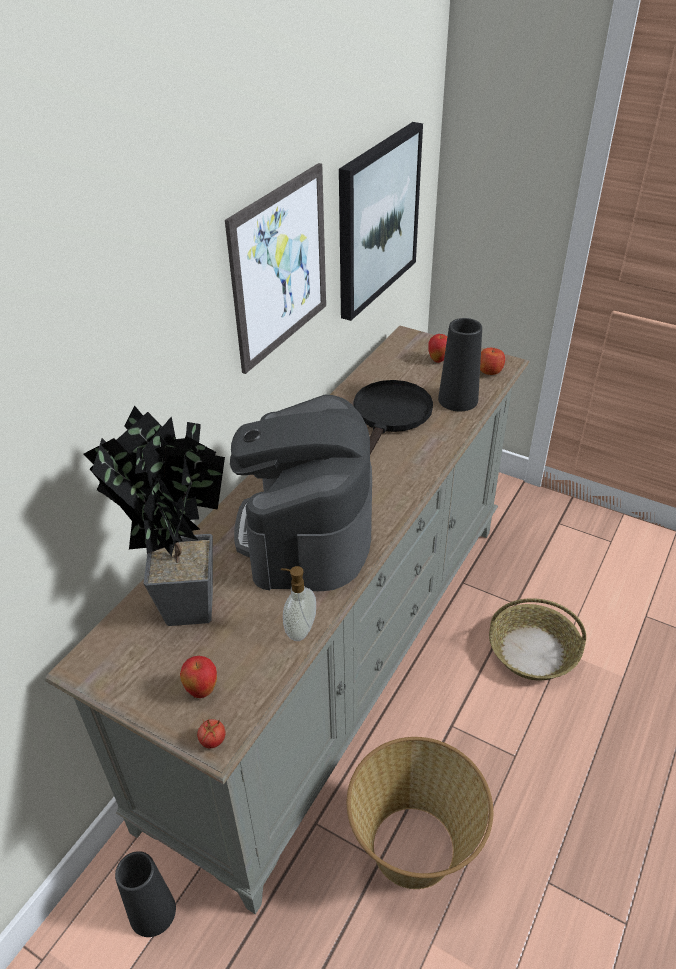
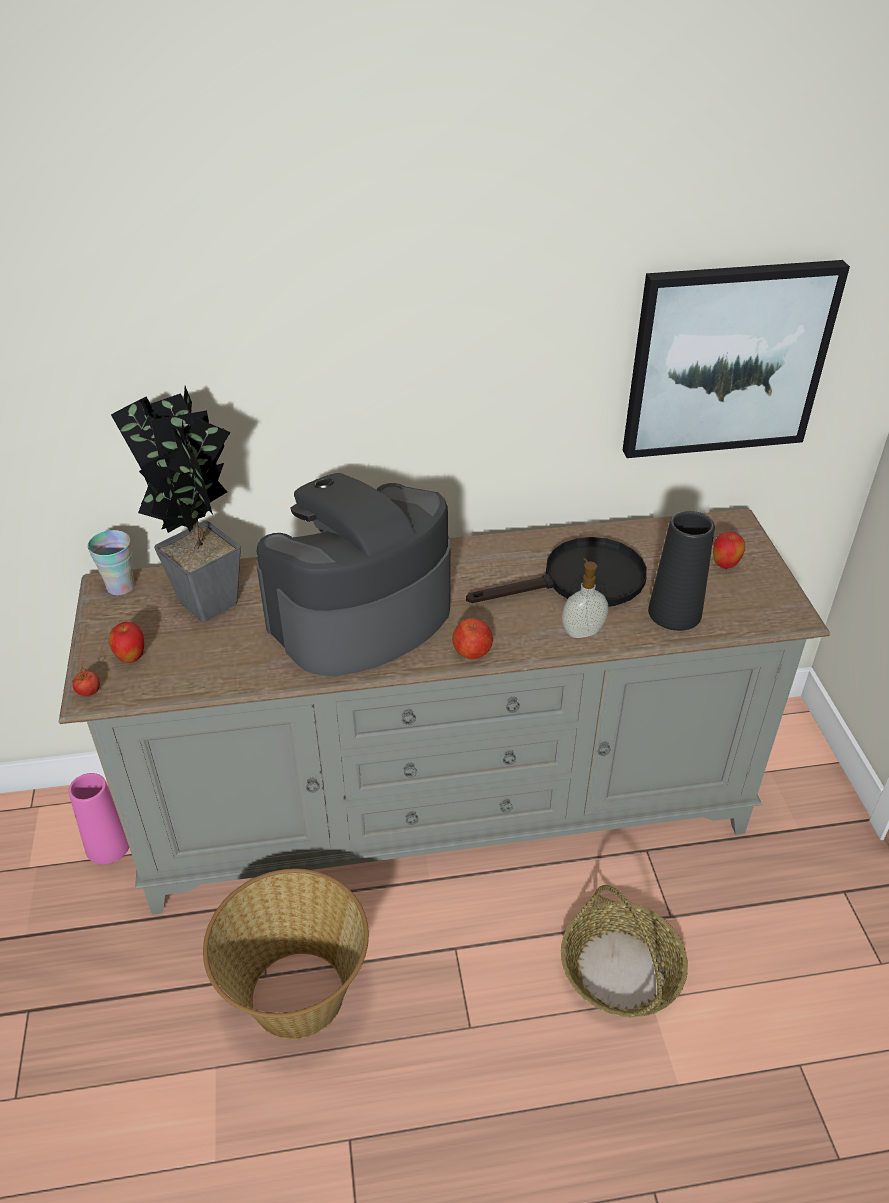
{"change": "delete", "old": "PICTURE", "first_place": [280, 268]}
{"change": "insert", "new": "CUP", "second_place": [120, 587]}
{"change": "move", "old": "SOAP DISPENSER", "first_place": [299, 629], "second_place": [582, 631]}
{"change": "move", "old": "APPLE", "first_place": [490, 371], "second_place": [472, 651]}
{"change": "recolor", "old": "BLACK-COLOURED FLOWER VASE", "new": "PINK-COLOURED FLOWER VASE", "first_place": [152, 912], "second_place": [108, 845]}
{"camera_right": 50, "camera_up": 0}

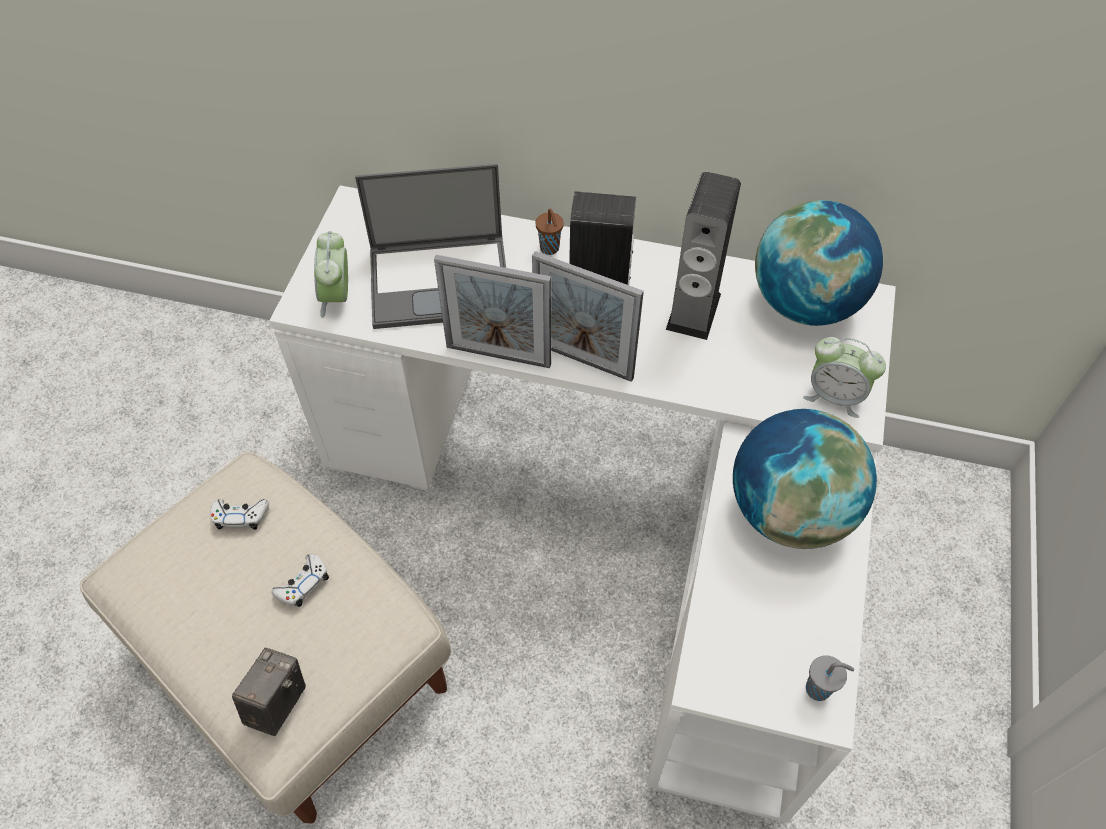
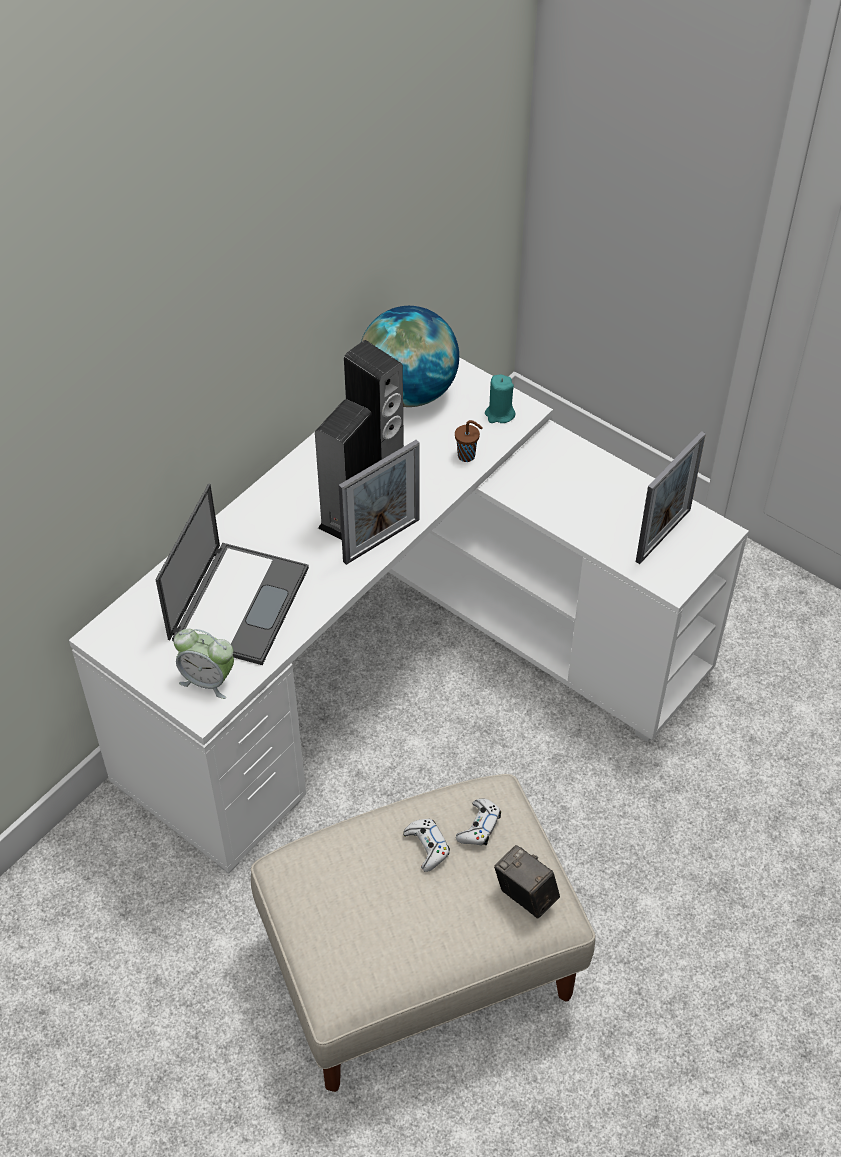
{"change": "delete", "old": "DESK GLOBE", "first_place": [790, 511]}
{"change": "delete", "old": "GREY CUP", "first_place": [819, 689]}
{"change": "move", "old": "WHITE GAME CONTROLLER", "first_place": [240, 516], "second_place": [479, 826]}
{"change": "move", "old": "STANDING FRAME", "first_place": [498, 355], "second_place": [663, 535]}
{"change": "move", "old": "BROWNISH CUP", "first_place": [550, 249], "second_place": [467, 456]}
{"change": "replace", "old": "TABLE CLOCK", "new": "TURQUOISE-COLOURED WAX CANDLE", "first_place": [835, 396], "second_place": [499, 414]}
{"camera_right": -65, "camera_up": -5}

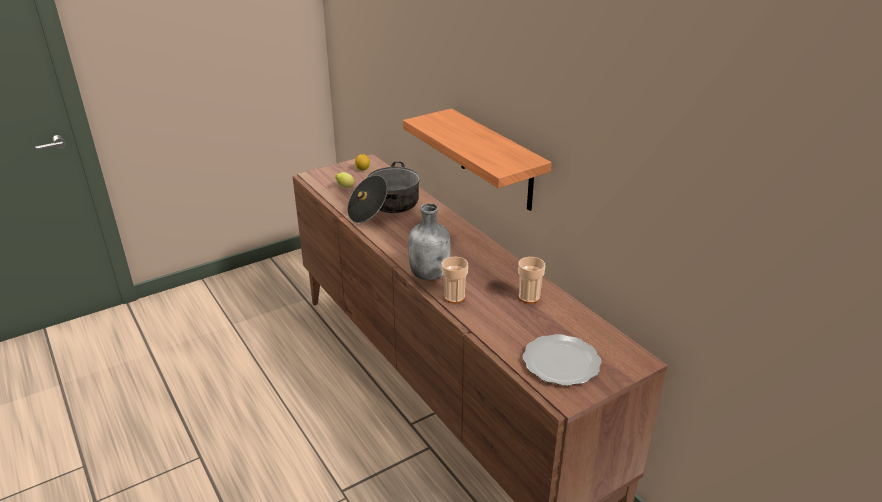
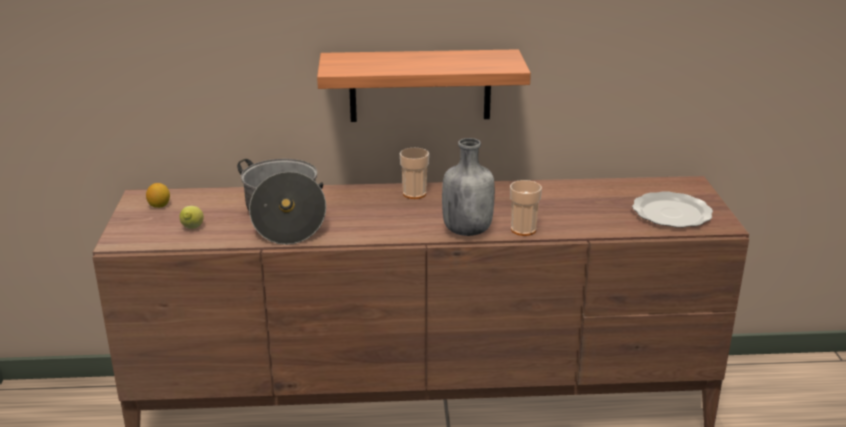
{"change": "move", "old": "CUP", "first_place": [529, 297], "second_place": [414, 194]}
{"camera_right": -60, "camera_up": -5}

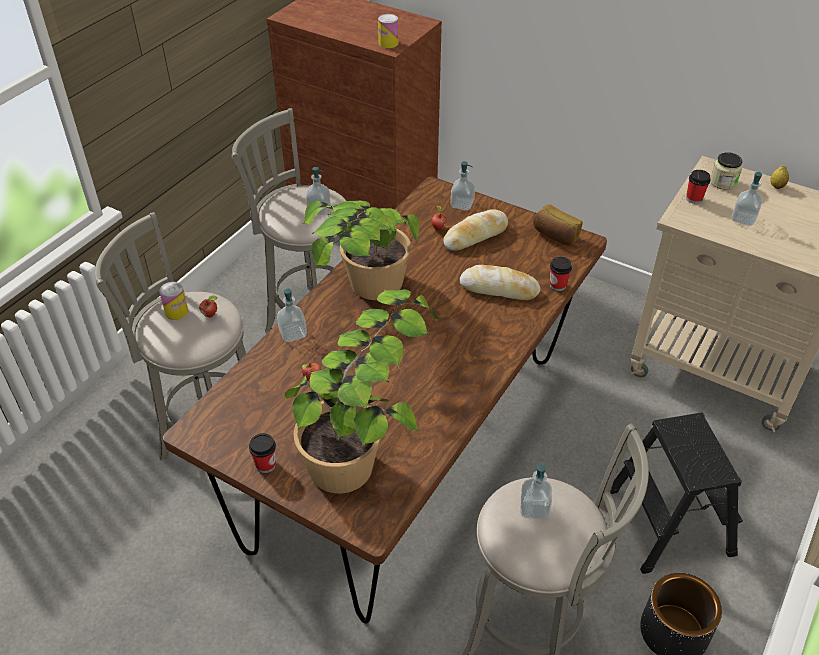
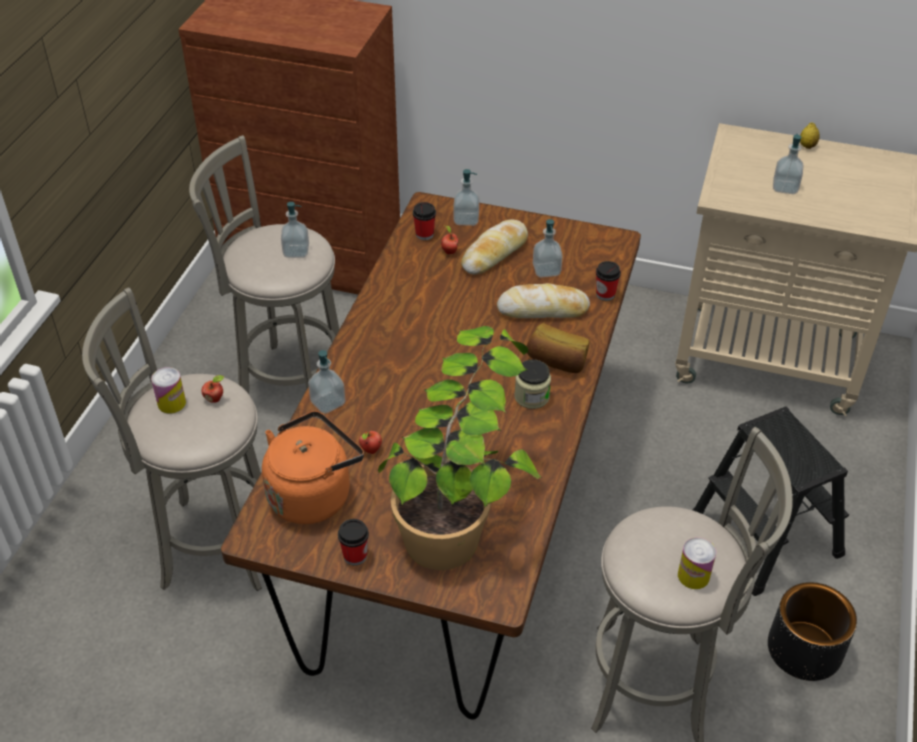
{"change": "delete", "old": "POTTED PLANT", "first_place": [363, 300]}
{"change": "insert", "new": "ORANGE-COLOURED TEA KETTLE", "second_place": [313, 494]}
{"change": "move", "old": "CAN", "first_place": [388, 43], "second_place": [693, 576]}
{"change": "move", "old": "SOAP DISPENSER", "first_place": [534, 508], "second_place": [546, 270]}
{"change": "move", "old": "BREAD", "first_place": [555, 236], "second_place": [557, 362]}
{"change": "move", "old": "CUP", "first_place": [694, 199], "second_place": [424, 234]}
{"change": "move", "old": "STORAGE JAR", "first_place": [723, 182], "second_place": [531, 397]}
{"camera_right": -15, "camera_up": 0}

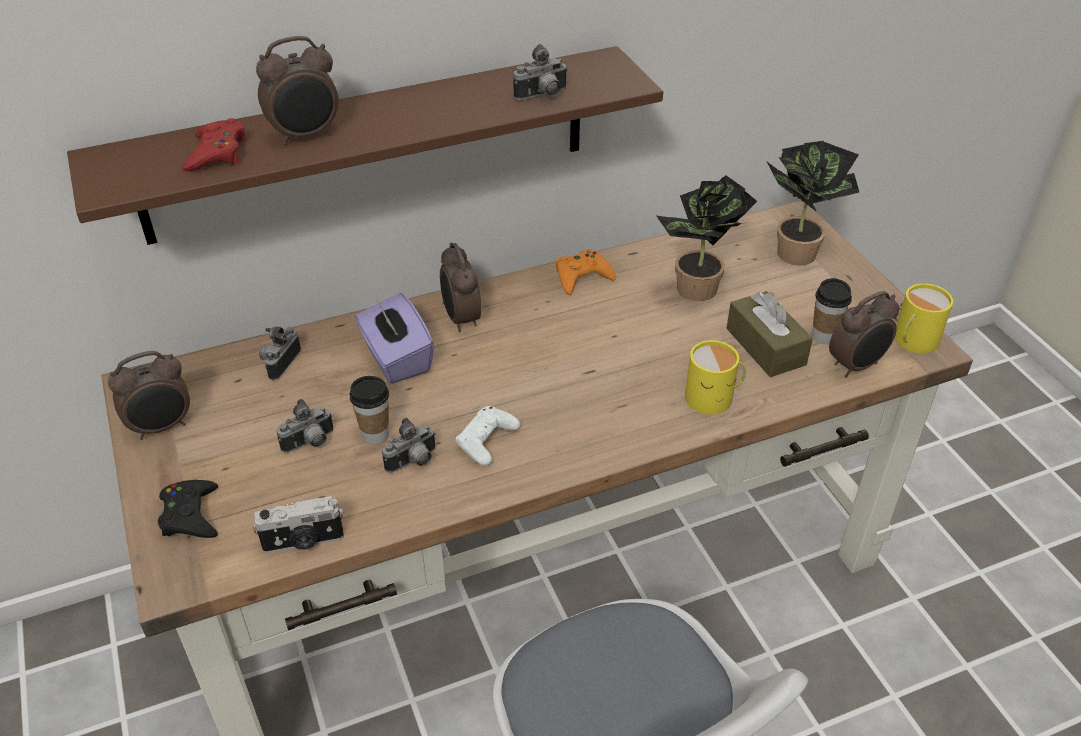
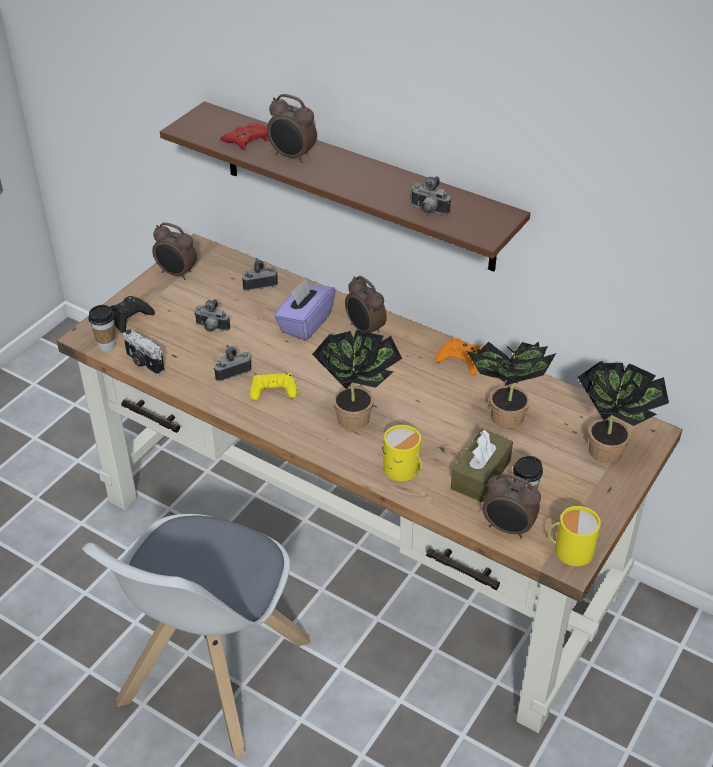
{"change": "insert", "new": "POTTED PLANT", "second_place": [357, 415]}
{"change": "move", "old": "CUP", "first_place": [375, 435], "second_place": [106, 345]}
{"change": "recolor", "old": "WHITE GAME CONTROLLER", "new": "YELLOWISH GAME CONTROLLER", "first_place": [487, 441], "second_place": [273, 391]}
{"change": "rotate", "old": "STILL CAMERA", "first_place": [413, 462], "second_place": [232, 372], "degrees": 135}
{"change": "rotate", "old": "TABLE CLOCK", "first_place": [461, 319], "second_place": [364, 330], "degrees": -75}
{"camera_right": 55, "camera_up": 0}

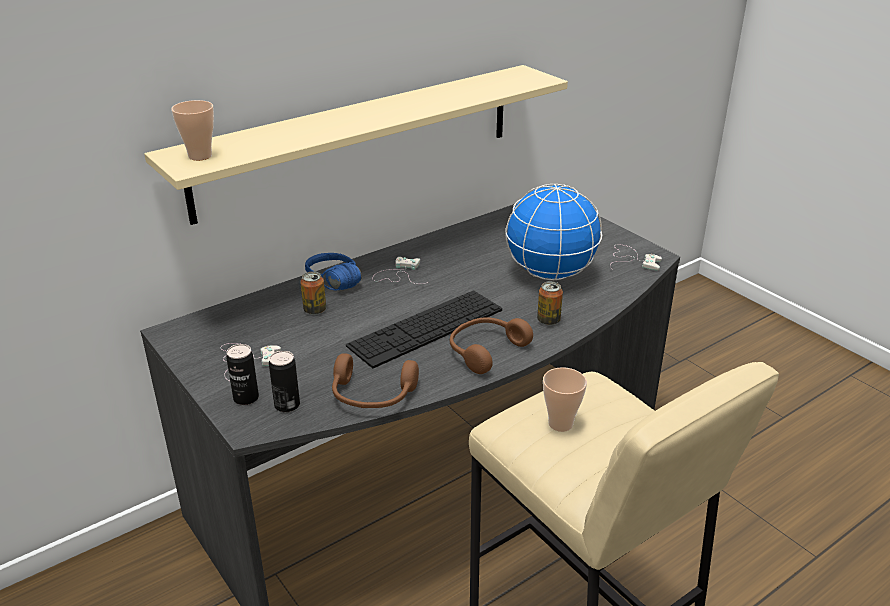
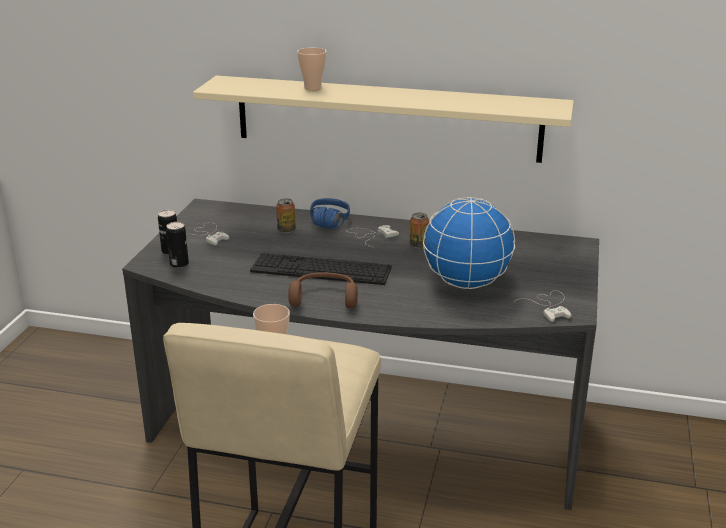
{"change": "delete", "old": "BROWNISH HEADSET", "first_place": [372, 396]}
{"change": "move", "old": "CUP", "first_place": [200, 156], "second_place": [312, 88]}
{"change": "move", "old": "CAN", "first_place": [548, 320], "second_place": [418, 245]}
{"camera_right": 50, "camera_up": -5}

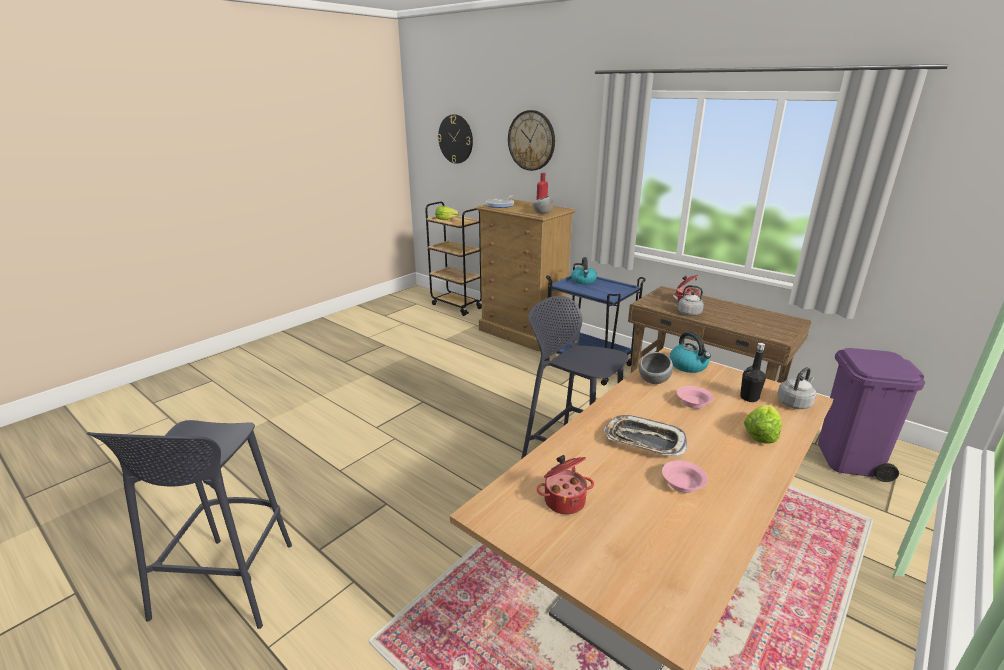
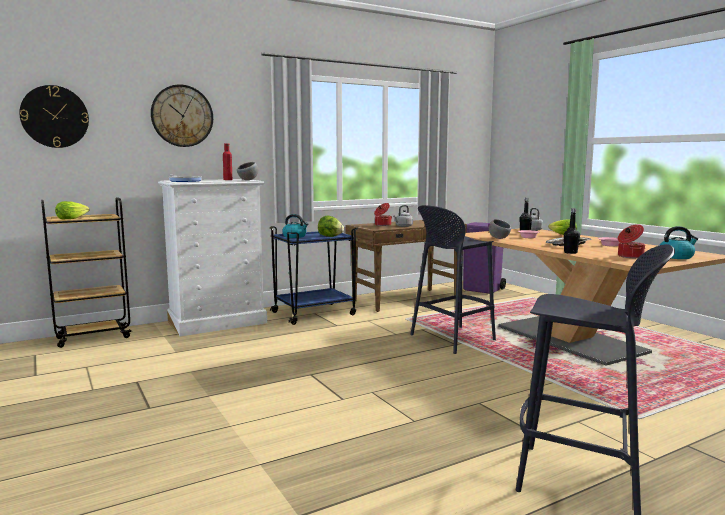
{"change": "insert", "new": "LETTUCE HEAD", "second_place": [330, 236]}
{"change": "insert", "new": "BLACK-COLOURED DRINK BOTTLE", "second_place": [570, 252]}
{"change": "move", "old": "TEA KETTLE", "first_place": [689, 366], "second_place": [676, 257]}
{"change": "recolor", "old": "BROWNISH DRESSER", "new": "WHITE DRESSER", "first_place": [523, 332], "second_place": [218, 322]}
{"camera_right": -70, "camera_up": -15}

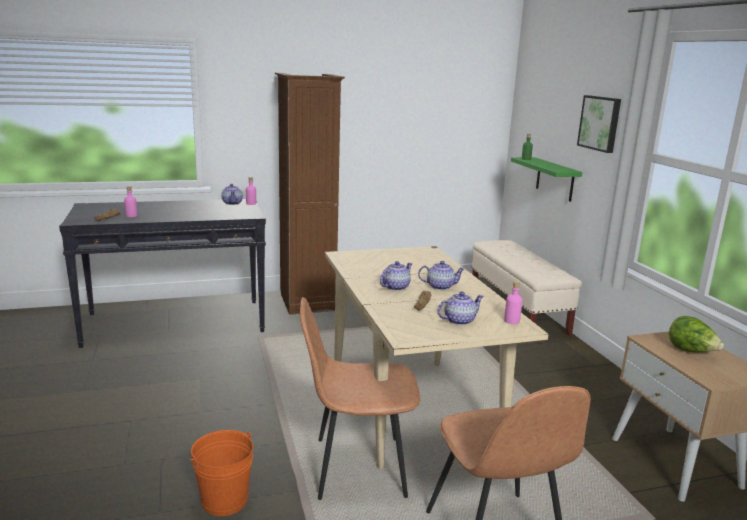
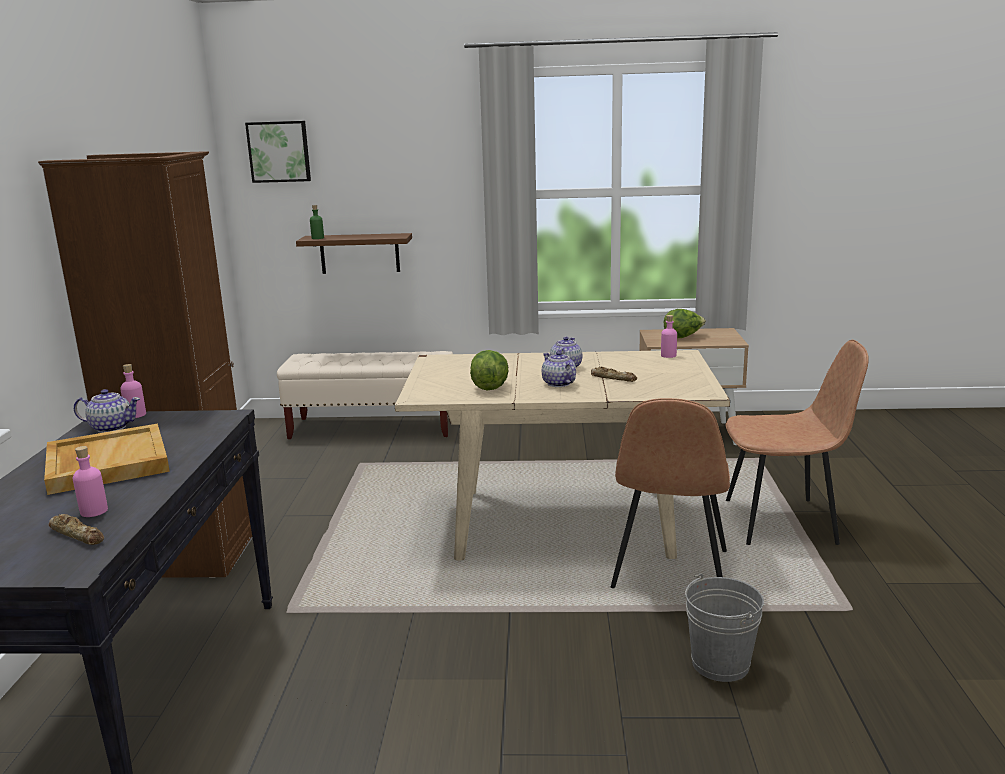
{"change": "delete", "old": "POT FOR TEA", "first_place": [458, 320]}
{"change": "insert", "new": "BEIGE CARRYING TRAY", "second_place": [106, 463]}
{"change": "insert", "new": "LETTUCE HEAD", "second_place": [490, 386]}
{"change": "move", "old": "PICTURE", "first_place": [600, 123], "second_place": [279, 151]}
{"change": "recolor", "old": "ORANGE-COLOURED PAIL", "new": "GREY PAIL", "first_place": [225, 500], "second_place": [720, 664]}
{"change": "recolor", "old": "GREEN-COLOURED WALL SHELF", "new": "BROWNISH WALL SHELF", "first_place": [555, 179], "second_place": [359, 253]}
{"camera_right": -70, "camera_up": 0}

